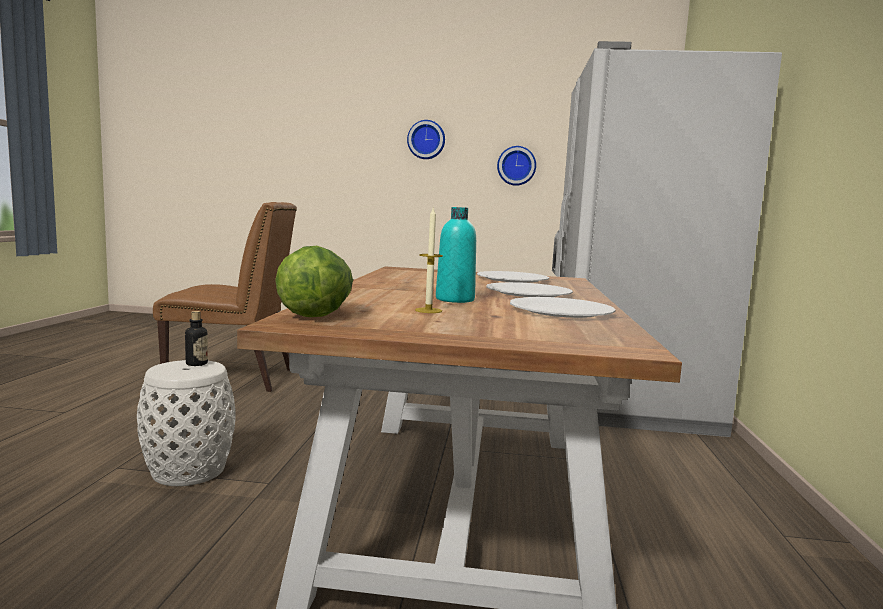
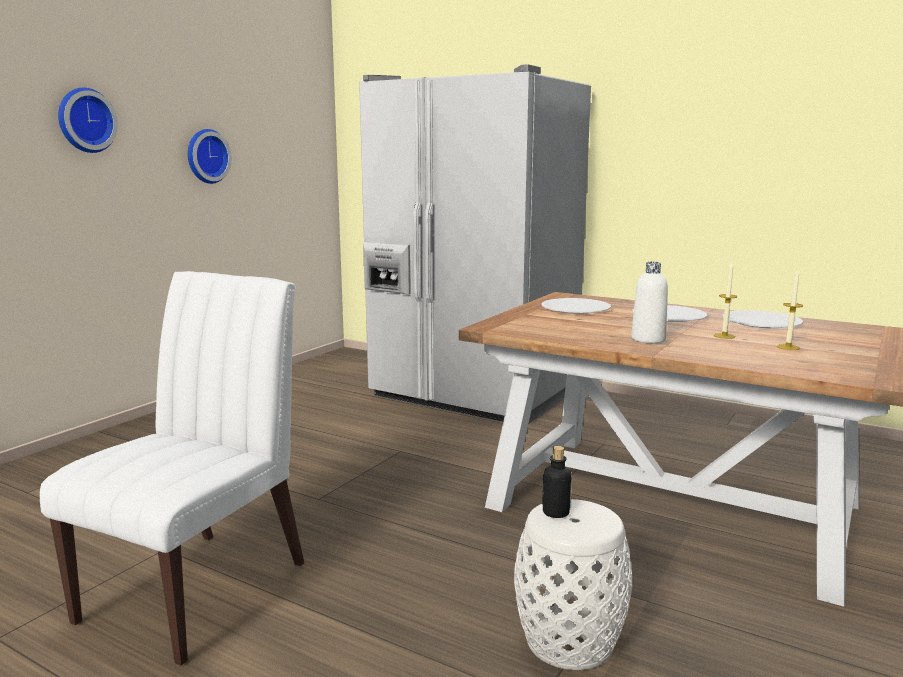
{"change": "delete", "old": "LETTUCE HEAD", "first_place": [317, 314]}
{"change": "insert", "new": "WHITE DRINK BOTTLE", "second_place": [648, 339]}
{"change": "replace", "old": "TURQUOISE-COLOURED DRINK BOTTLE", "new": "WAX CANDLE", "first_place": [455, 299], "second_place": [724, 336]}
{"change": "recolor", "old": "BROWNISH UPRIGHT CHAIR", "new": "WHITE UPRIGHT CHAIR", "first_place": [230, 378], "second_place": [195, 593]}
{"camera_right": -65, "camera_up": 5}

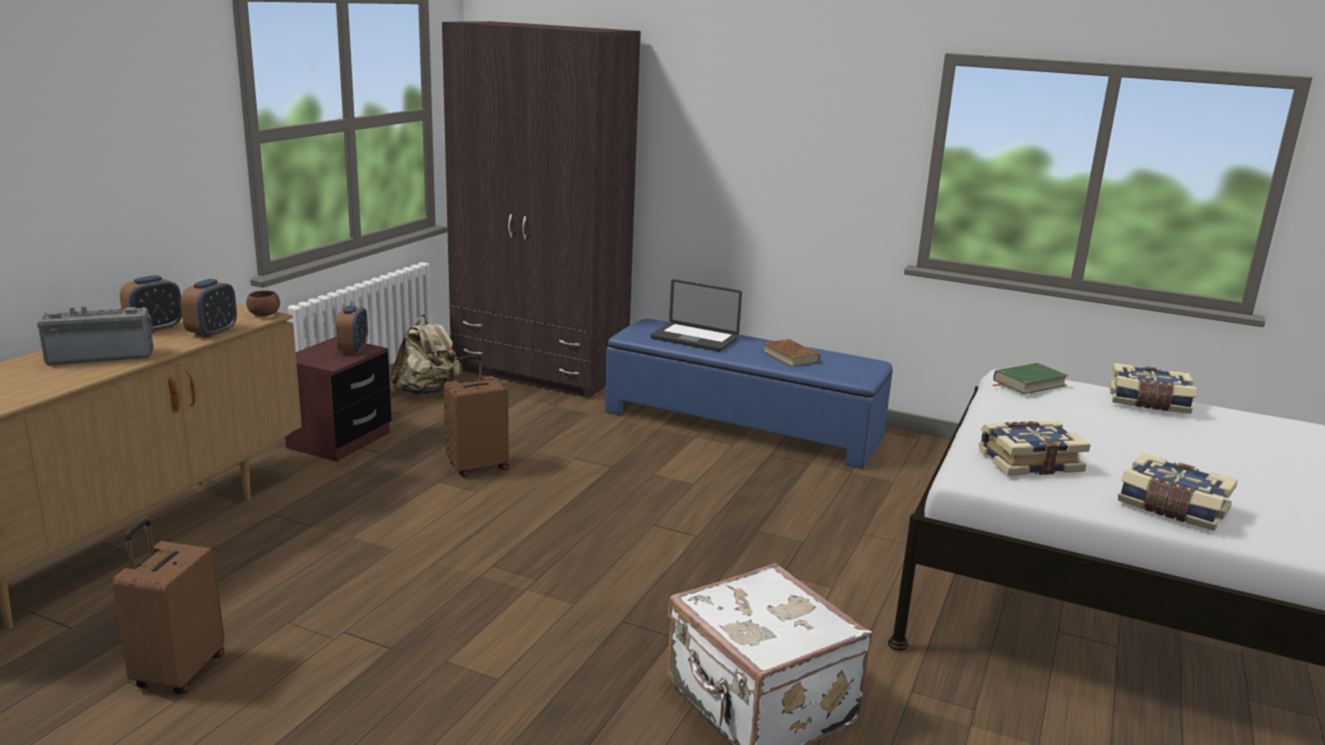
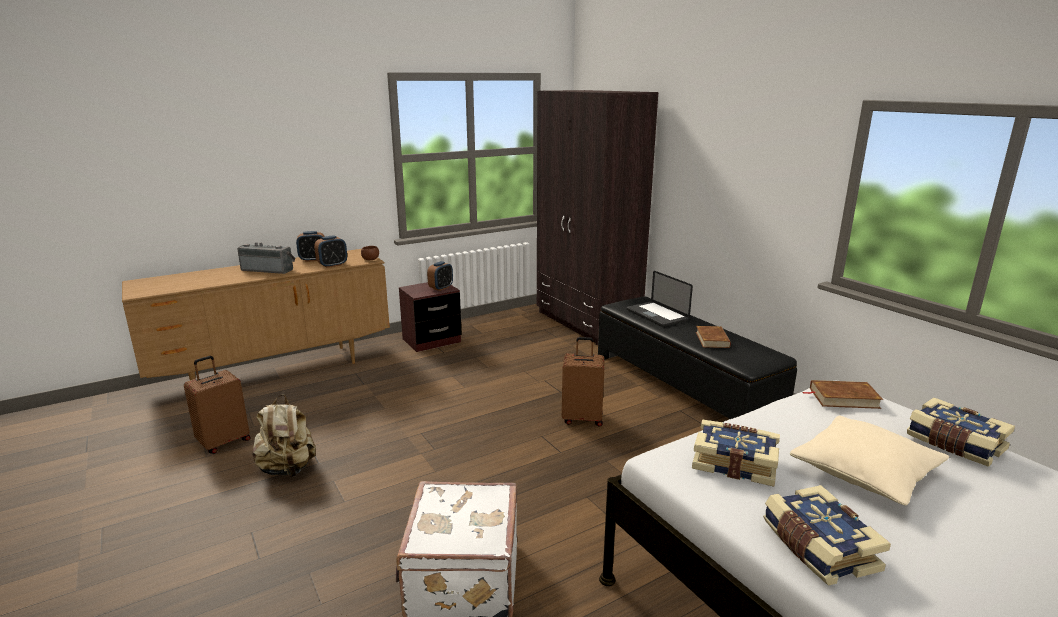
{"change": "insert", "new": "BEIGE CUSHION", "second_place": [864, 473]}
{"change": "move", "old": "BEIGE RUCKSACK", "first_place": [428, 392], "second_place": [288, 469]}
{"change": "move", "old": "BROWNISH SUITCASE", "first_place": [477, 466], "second_place": [582, 418]}
{"change": "recolor", "old": "BLUE-COLOURED INDOOR BENCH", "new": "BLACK-COLOURED INDOOR BENCH", "first_place": [743, 424], "second_place": [684, 384]}
{"change": "recolor", "old": "GREEN-COLOURED VOLUME", "new": "BROWNISH VOLUME", "first_place": [1028, 383], "second_place": [843, 398]}
{"camera_right": 35, "camera_up": 0}

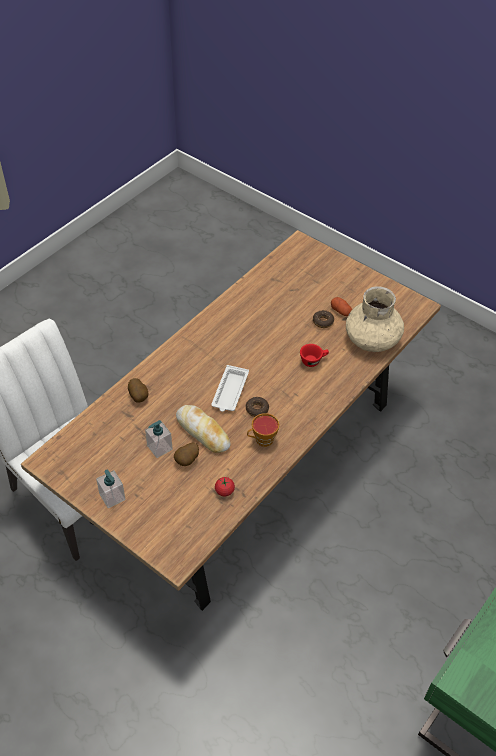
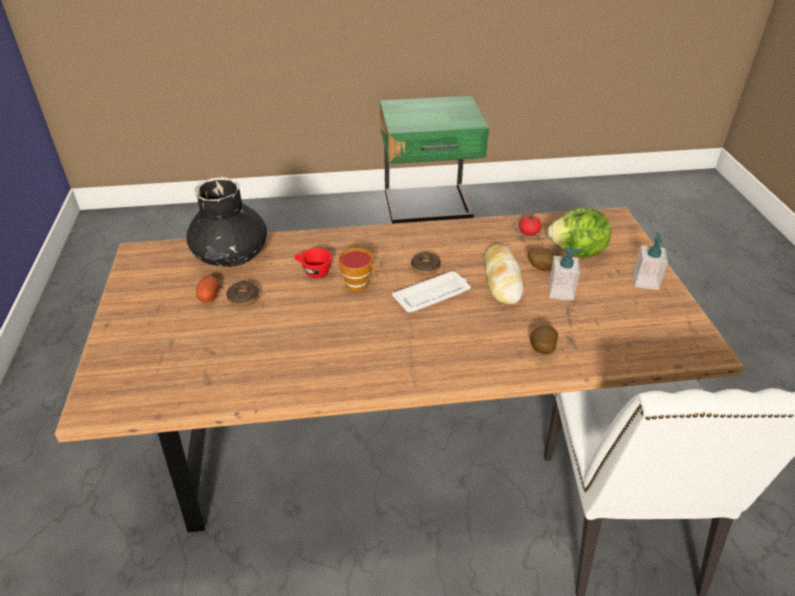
{"change": "insert", "new": "LETTUCE HEAD", "second_place": [577, 253]}
{"change": "move", "old": "CUP", "first_place": [262, 440], "second_place": [359, 285]}
{"change": "recolor", "old": "BEIGE FLOWER VASE", "new": "BLACK-COLOURED FLOWER VASE", "first_place": [372, 339], "second_place": [230, 255]}
{"camera_right": -135, "camera_up": -10}

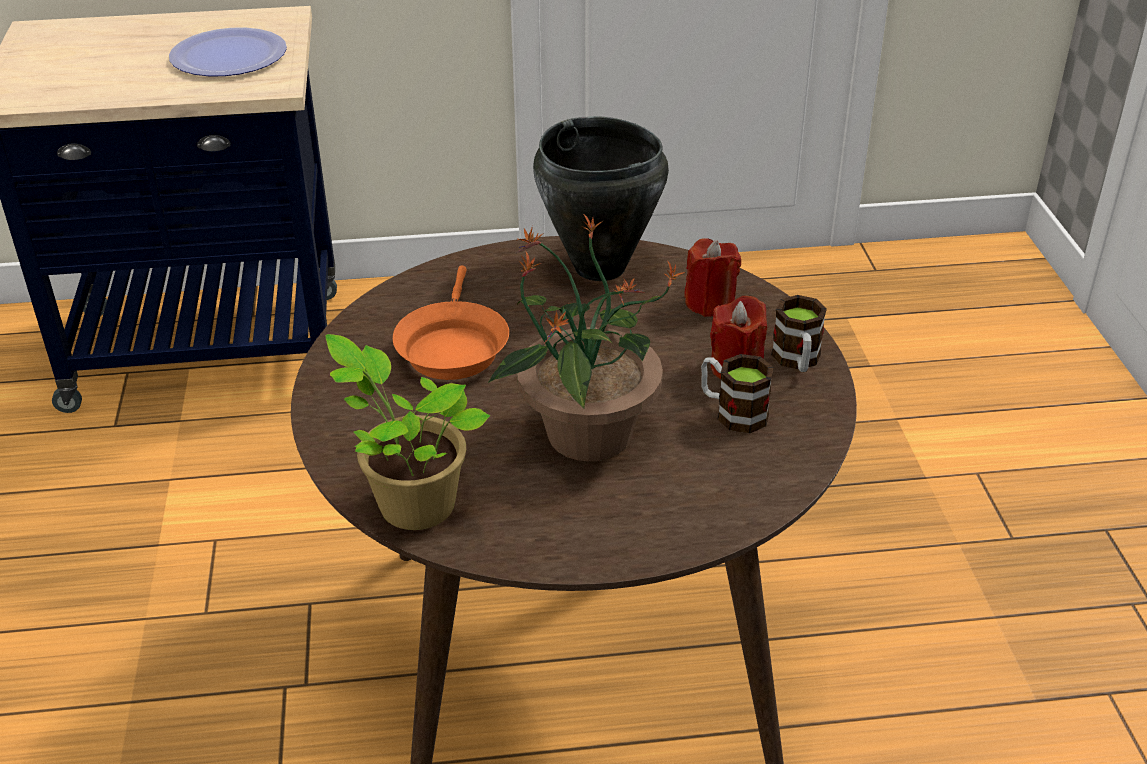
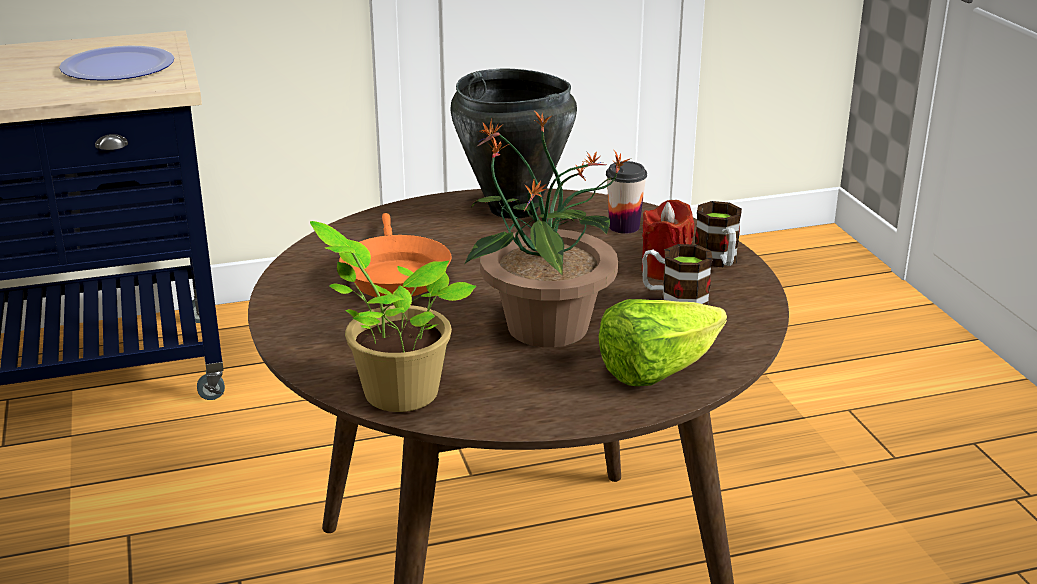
{"change": "insert", "new": "LETTUCE HEAD", "second_place": [656, 371]}
{"change": "replace", "old": "RED WAX CANDLE", "new": "CUP", "first_place": [710, 303], "second_place": [624, 227]}
{"camera_right": -10, "camera_up": -10}

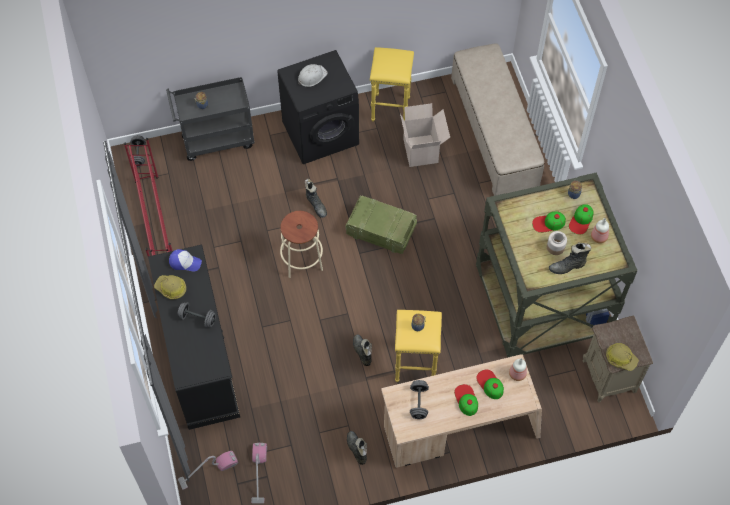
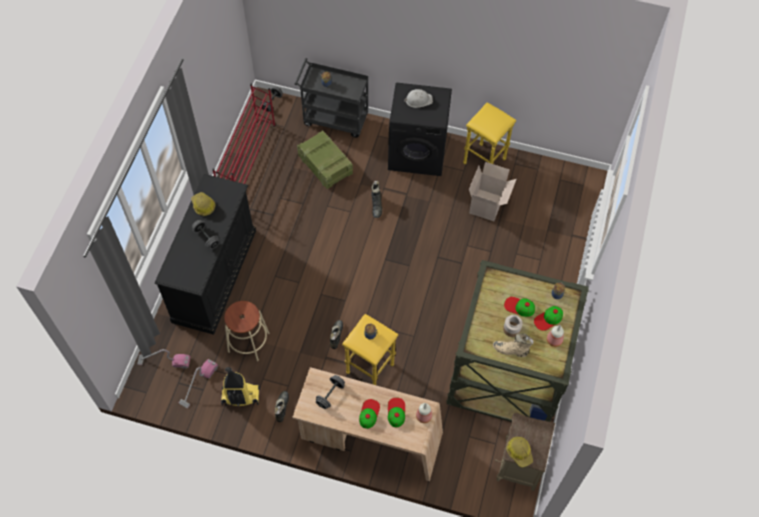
{"change": "delete", "old": "BASEBALL CAP", "first_place": [185, 262]}
{"change": "delete", "old": "BEIGE INDOOR BENCH", "first_place": [495, 131]}
{"change": "insert", "new": "VACUUM", "second_place": [240, 397]}
{"change": "move", "old": "BEIGE STOOL SEAT", "first_place": [302, 259], "second_place": [248, 342]}
{"change": "move", "old": "CRATE", "first_place": [382, 231], "second_place": [326, 166]}
{"change": "recolor", "old": "BLACK-COLOURED BOOT", "new": "BEIGE BOOT", "first_place": [568, 267], "second_place": [511, 350]}
{"camera_right": 30, "camera_up": 0}

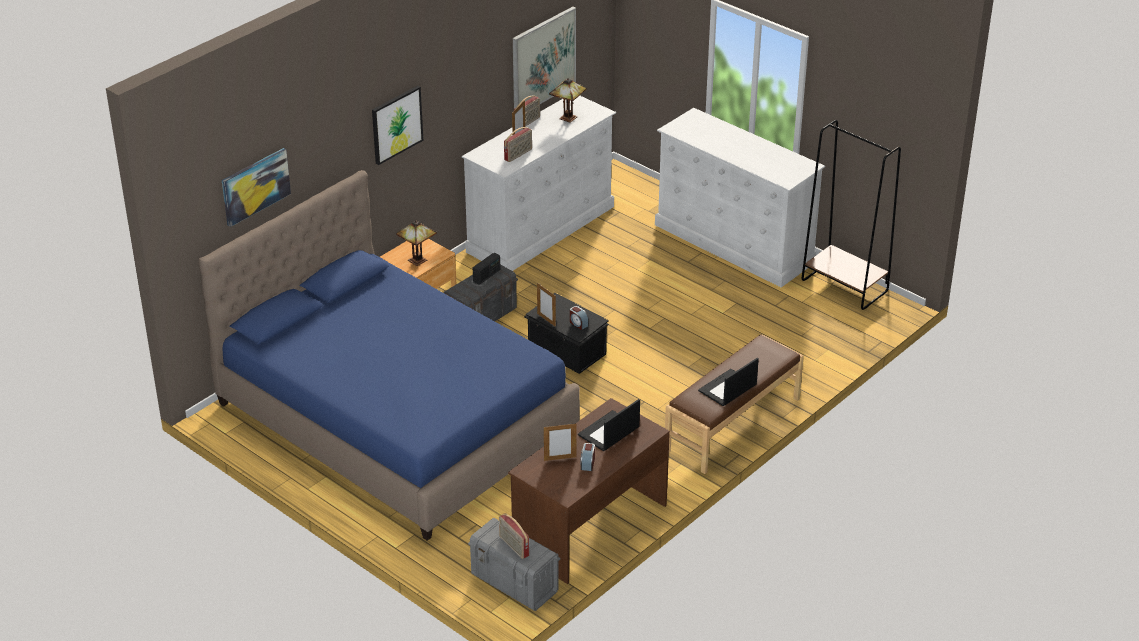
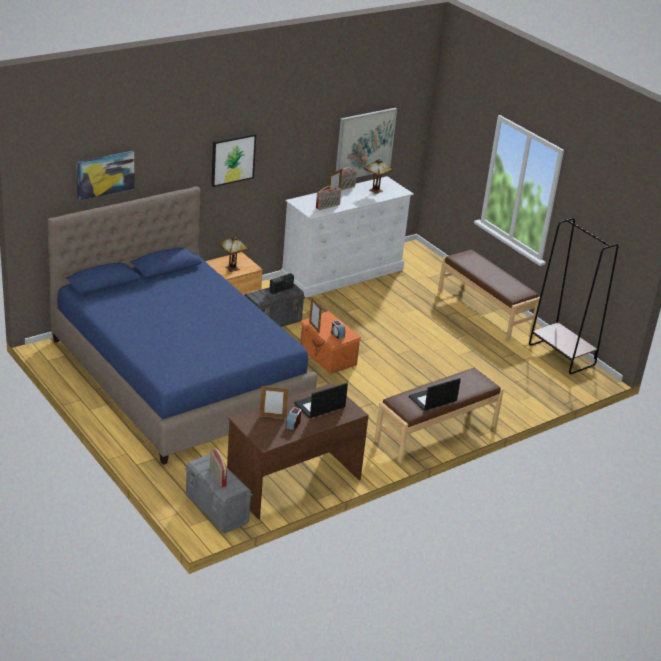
{"change": "replace", "old": "WHITE DRESSER", "new": "BROWNISH INDOOR BENCH", "first_place": [734, 244], "second_place": [485, 311]}
{"change": "recolor", "old": "BLACK-COLOURED STORAGE CONTAINER", "new": "ORANGE-COLOURED STORAGE CONTAINER", "first_place": [566, 351], "second_place": [327, 356]}
{"camera_right": 10, "camera_up": -5}

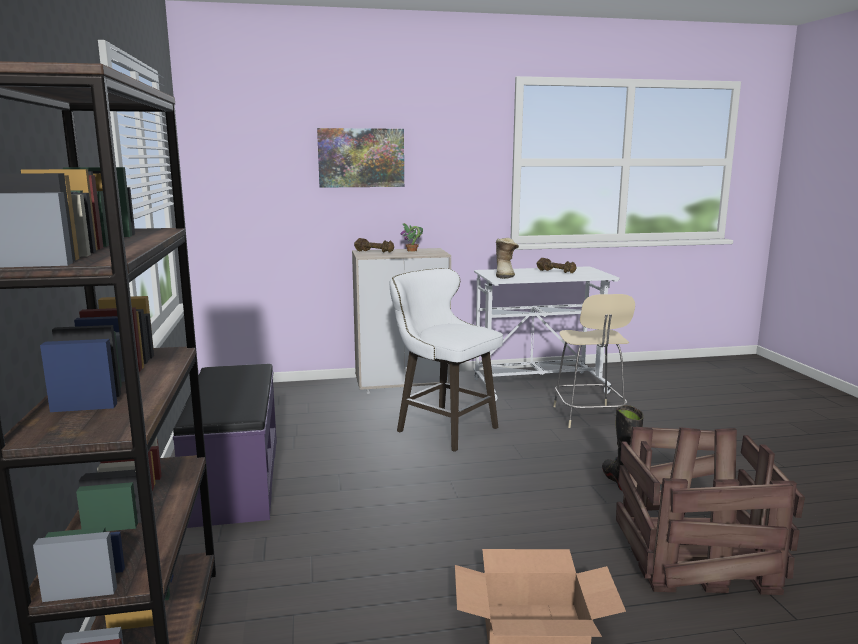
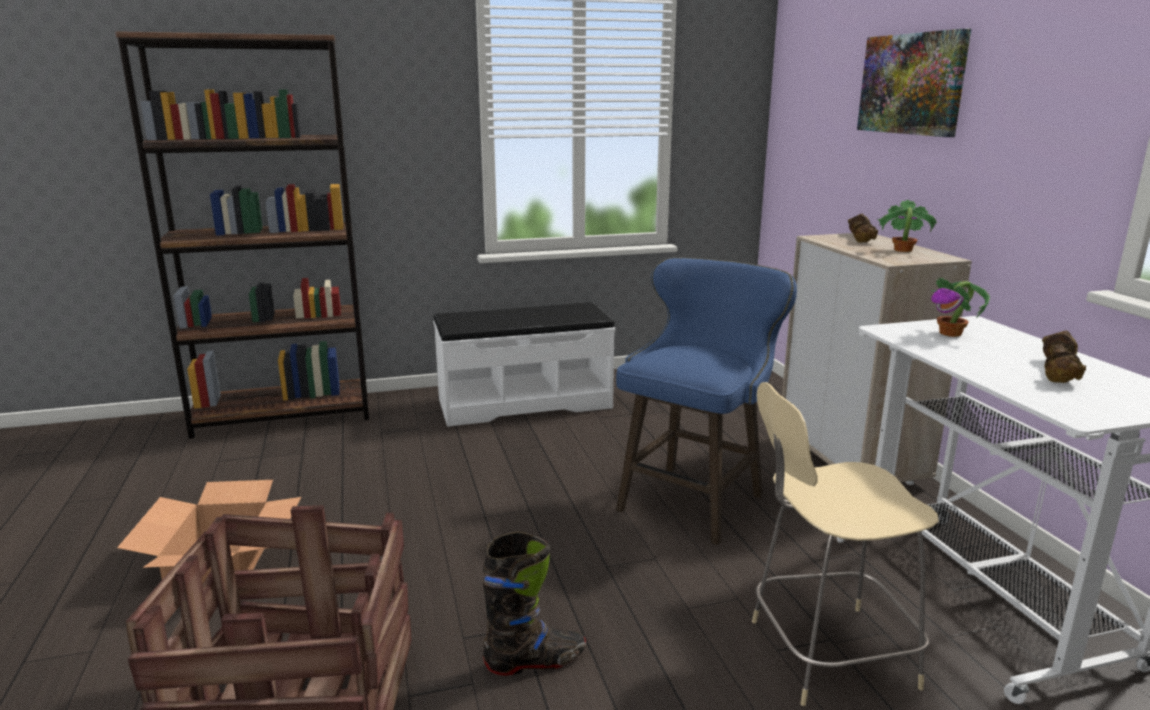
{"change": "replace", "old": "BOOT", "new": "POTTED PLANT", "first_place": [505, 274], "second_place": [951, 333]}
{"change": "recolor", "old": "PURPLISH INDOOR BENCH", "new": "WHITE INDOOR BENCH", "first_place": [234, 479], "second_place": [524, 403]}
{"change": "recolor", "old": "WHITE STOOL SEAT", "new": "BLUE-COLOURED STOOL SEAT", "first_place": [443, 428], "second_place": [694, 500]}
{"camera_right": 85, "camera_up": 5}

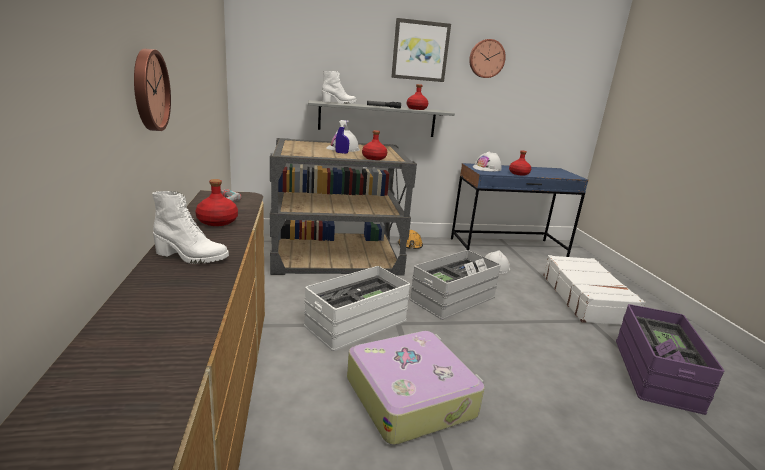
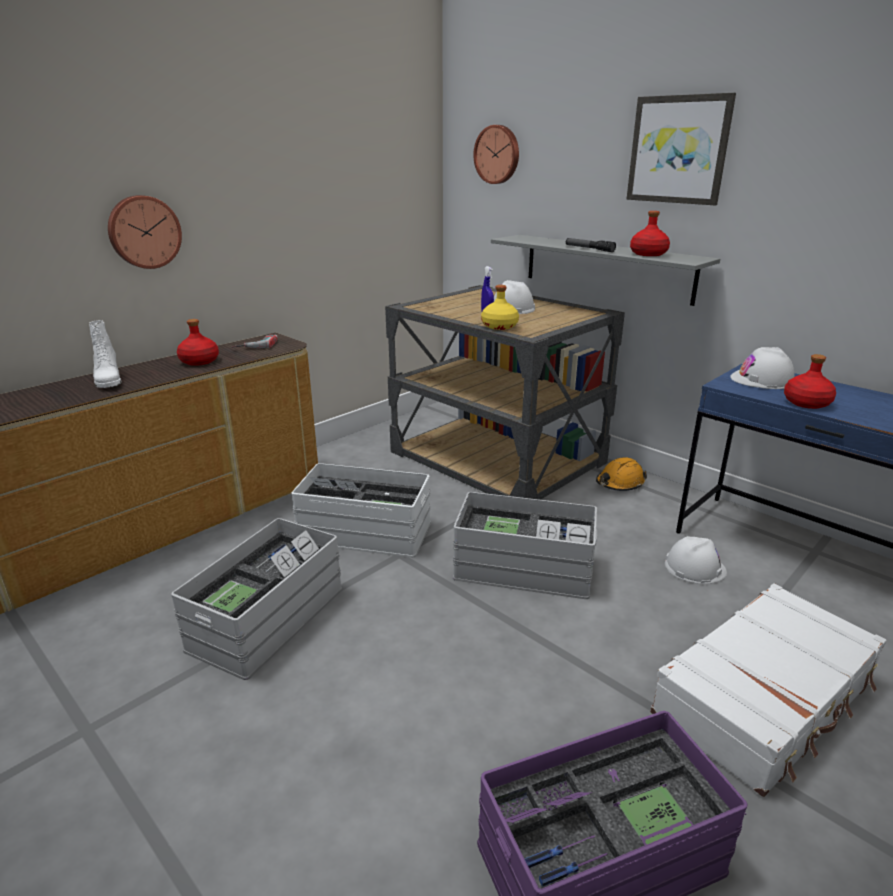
{"change": "delete", "old": "WHITE BOOT", "first_place": [339, 103]}
{"change": "move", "old": "WALL CLOCK", "first_place": [486, 58], "second_place": [497, 154]}
{"change": "replace", "old": "SUITCASE", "new": "GREY STORAGE CONTAINER", "first_place": [411, 396], "second_place": [266, 617]}
{"change": "recolor", "old": "RED DRINK BOTTLE", "new": "YELLOWISH DRINK BOTTLE", "first_place": [374, 158], "second_place": [499, 326]}
{"camera_right": 55, "camera_up": 5}

